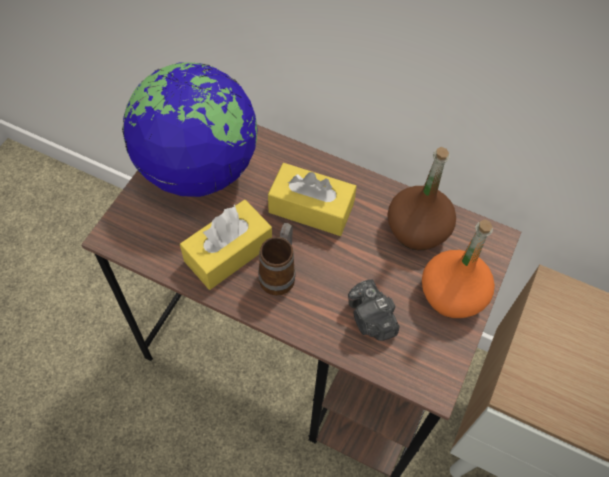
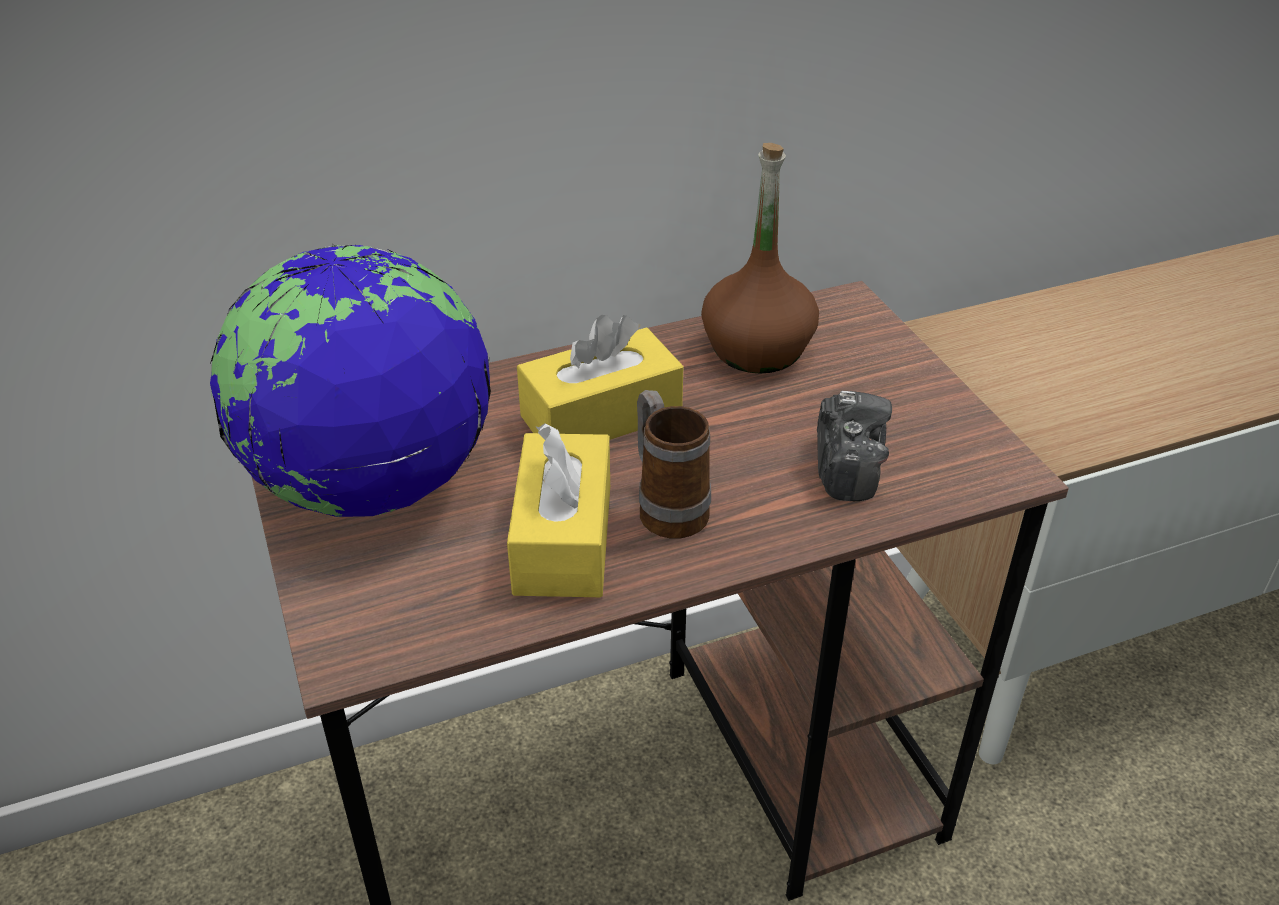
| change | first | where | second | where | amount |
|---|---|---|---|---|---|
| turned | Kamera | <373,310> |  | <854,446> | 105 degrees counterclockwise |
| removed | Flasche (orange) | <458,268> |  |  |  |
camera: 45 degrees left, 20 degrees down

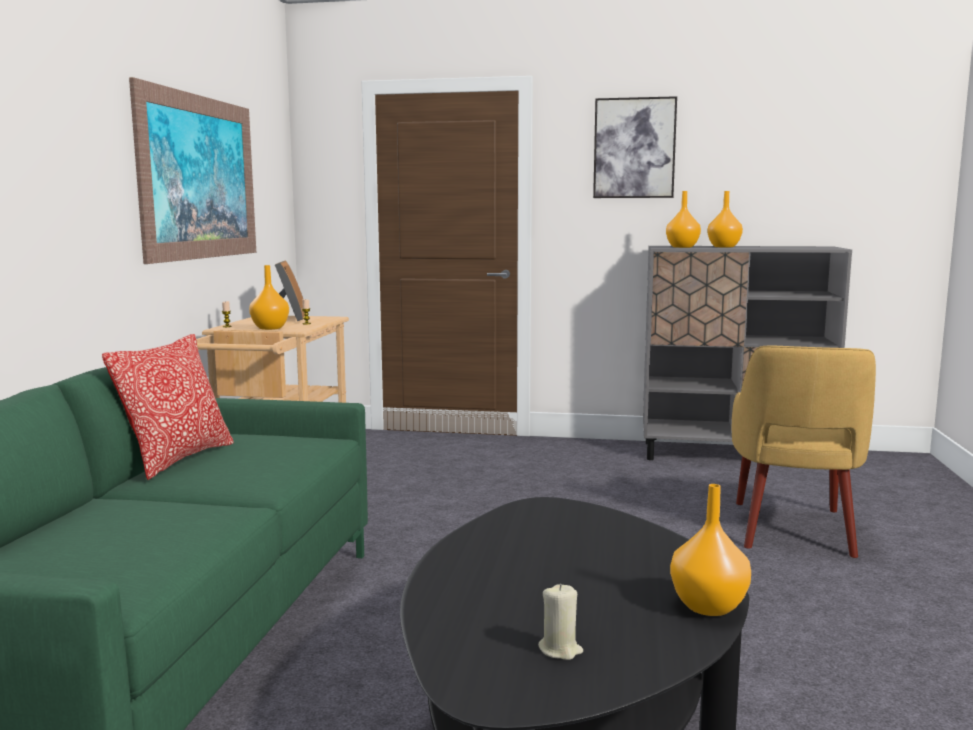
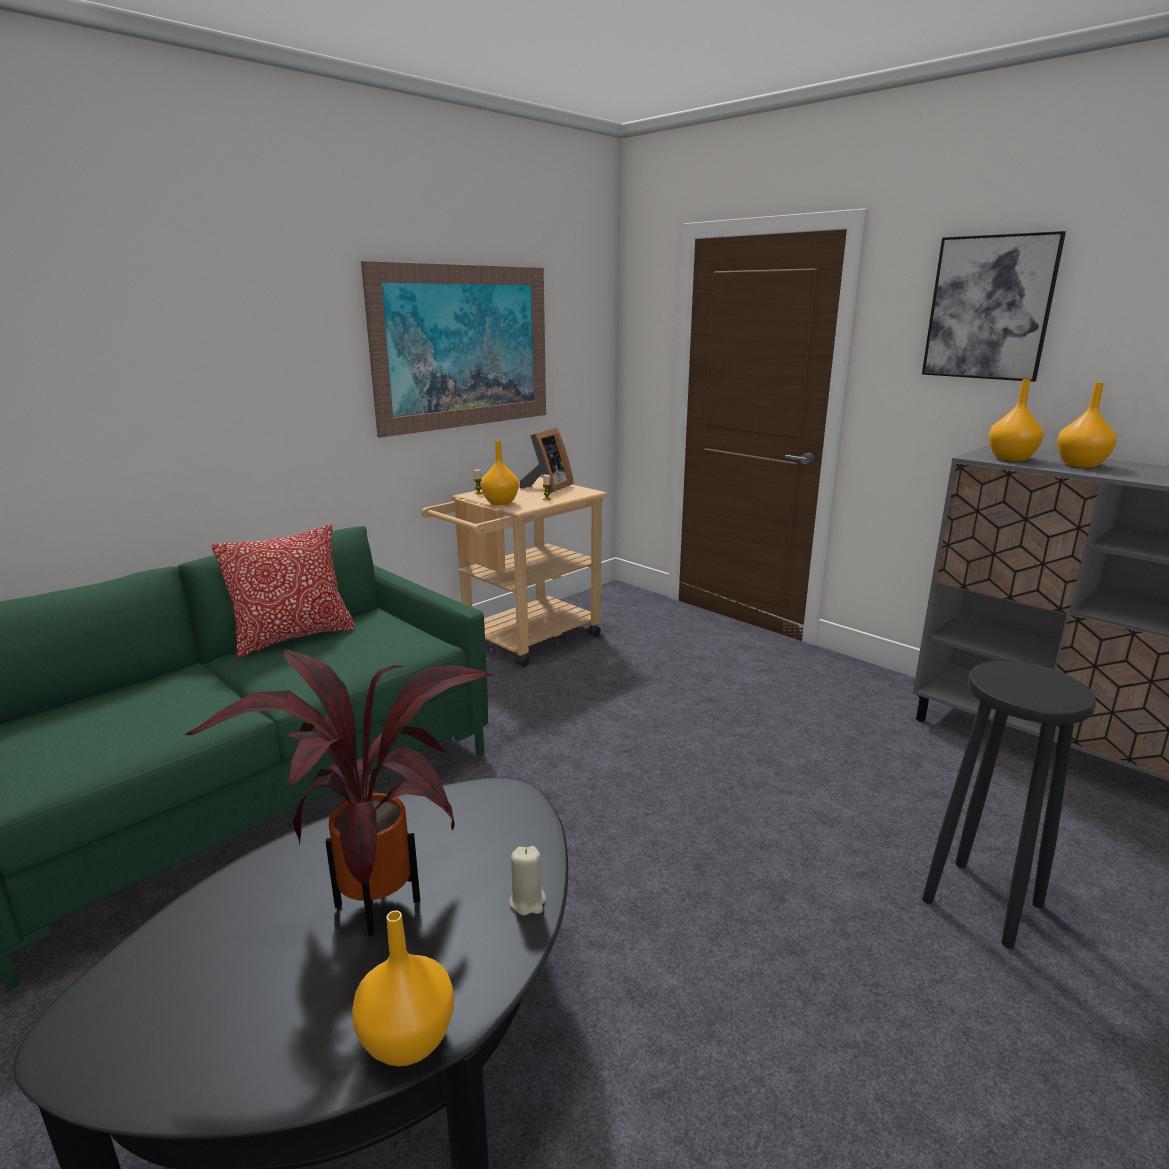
| change | first | where | second | where | amount |
|---|---|---|---|---|---|
| added |  |  | Topfpflanze | <339,792> |  |
| moved | Kerze (beige) | <560,622> |  | <527,881> |  |
| replaced | Sessel (gelb) | <804,452> | Hocker (schwarz) | <1009,805> |  |
camera: 35 degrees right, 10 degrees up

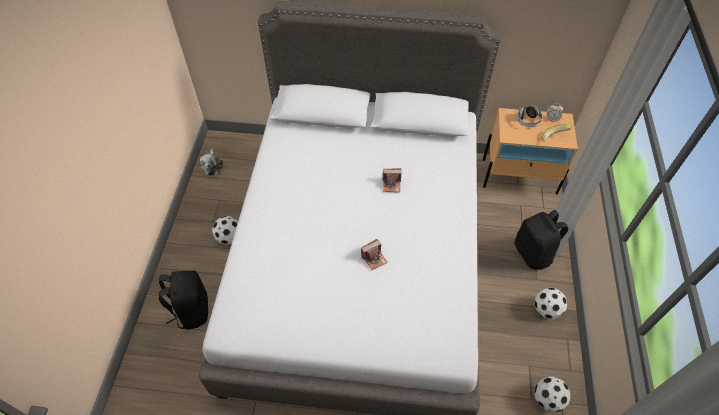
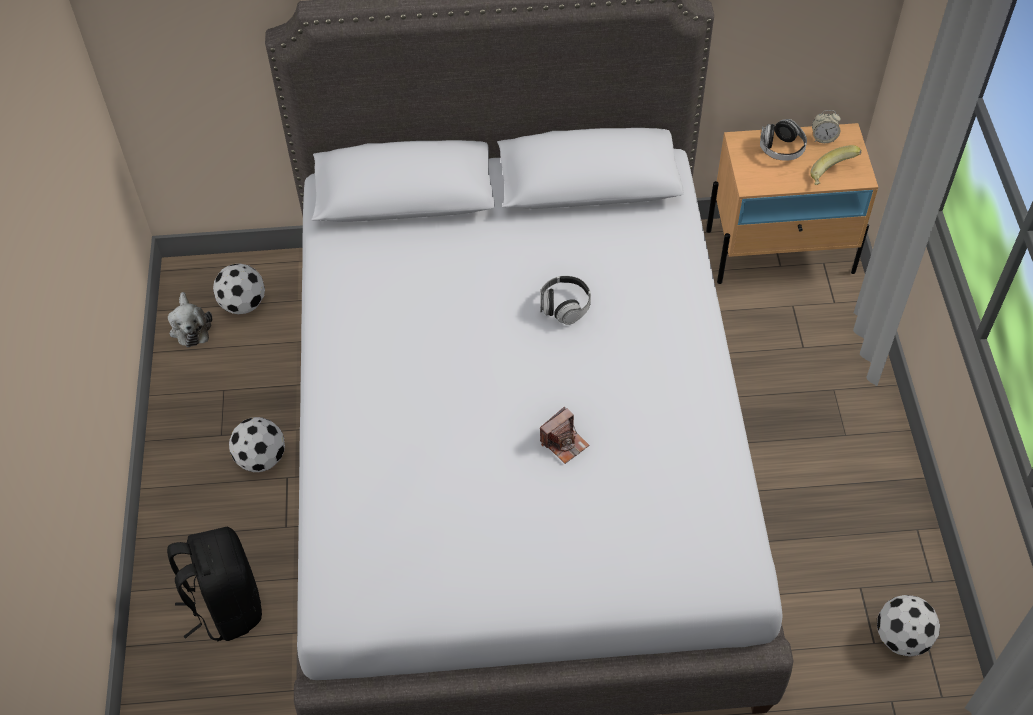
| change | first | where | second | where | amount |
|---|---|---|---|---|---|
| moved | Fußball | <550,303> |  | <239,288> |  |
| replaced | Kamera | <391,180> | Kopfhörer | <565,300> |  |
| removed | Rucksack (schwarz) | <541,240> |  |  |  |
camera: 10 degrees left, 0 degrees up

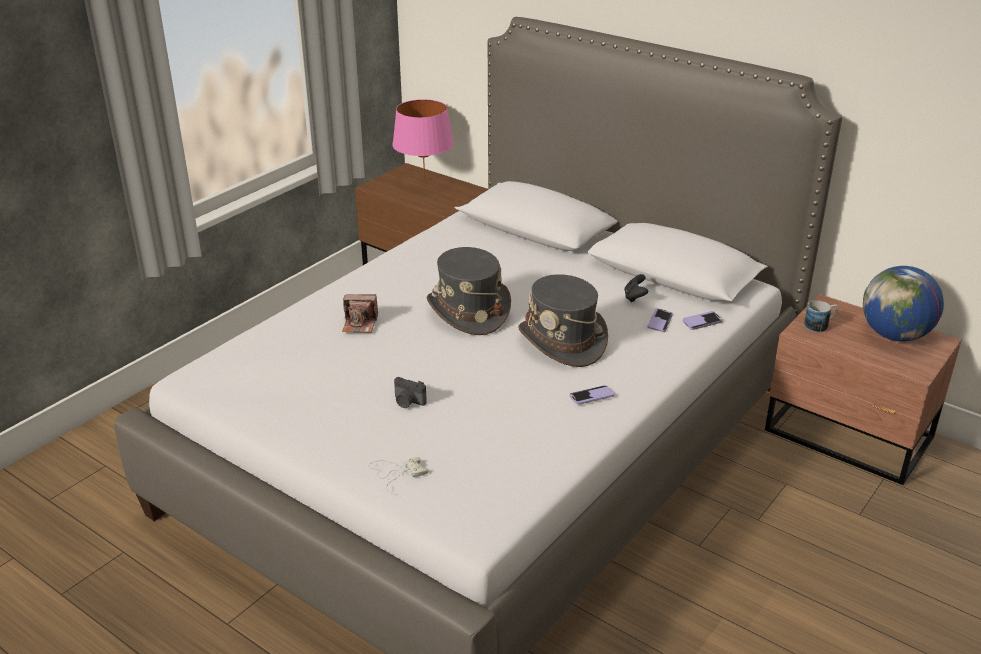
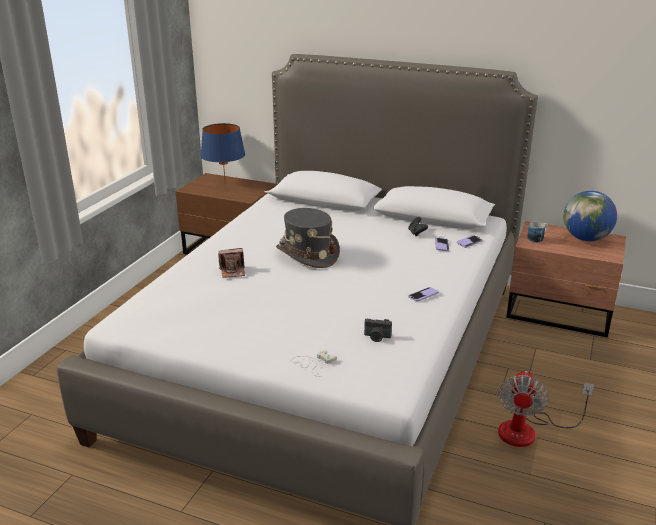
| change | first | where | second | where | amount |
|---|---|---|---|---|---|
| recoloured | Tischlampe (rosa) | <423,140> | Tischlampe (blau) | <223,152> |  |
| moved | Kamera | <410,392> |  | <378,330> |  |
| added |  |  | Ventilator | <546,409> |  |
| removed | Hut (grau) | <563,320> |  |  |  |
camera: 15 degrees left, 5 degrees down

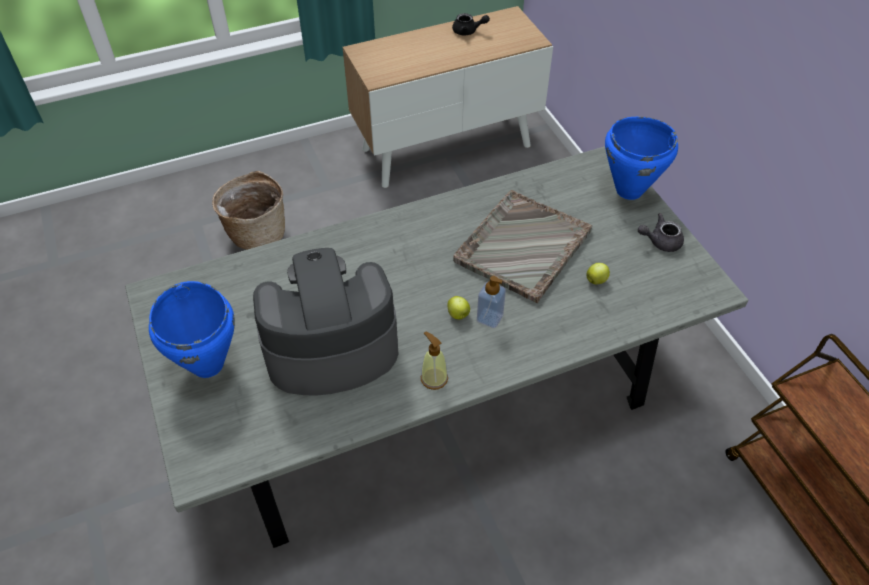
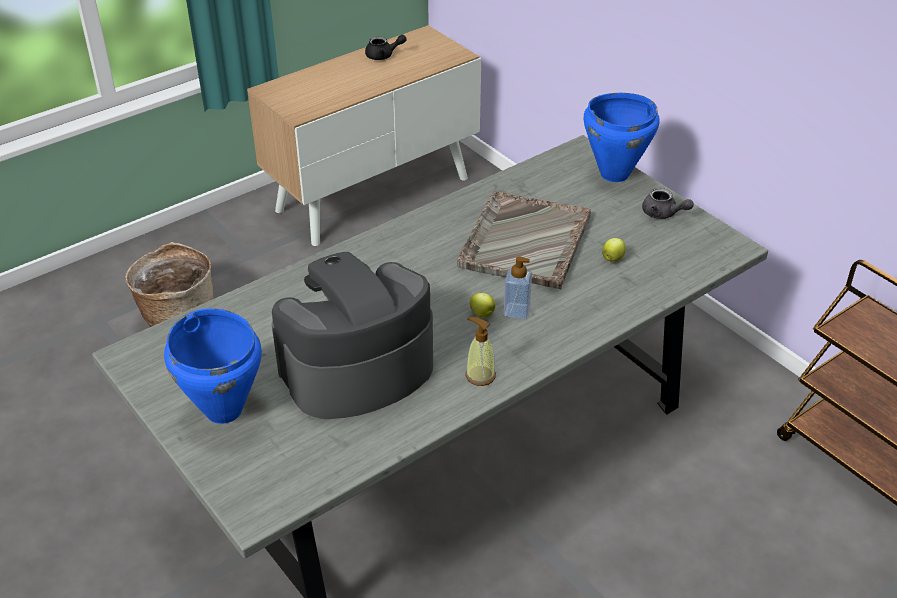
| change | first | where | second | where | amount |
|---|---|---|---|---|---|
| turned | Teekanne (grau) | <661,232> |  | <668,203> | 120 degrees counterclockwise |
camera: 15 degrees left, 10 degrees down

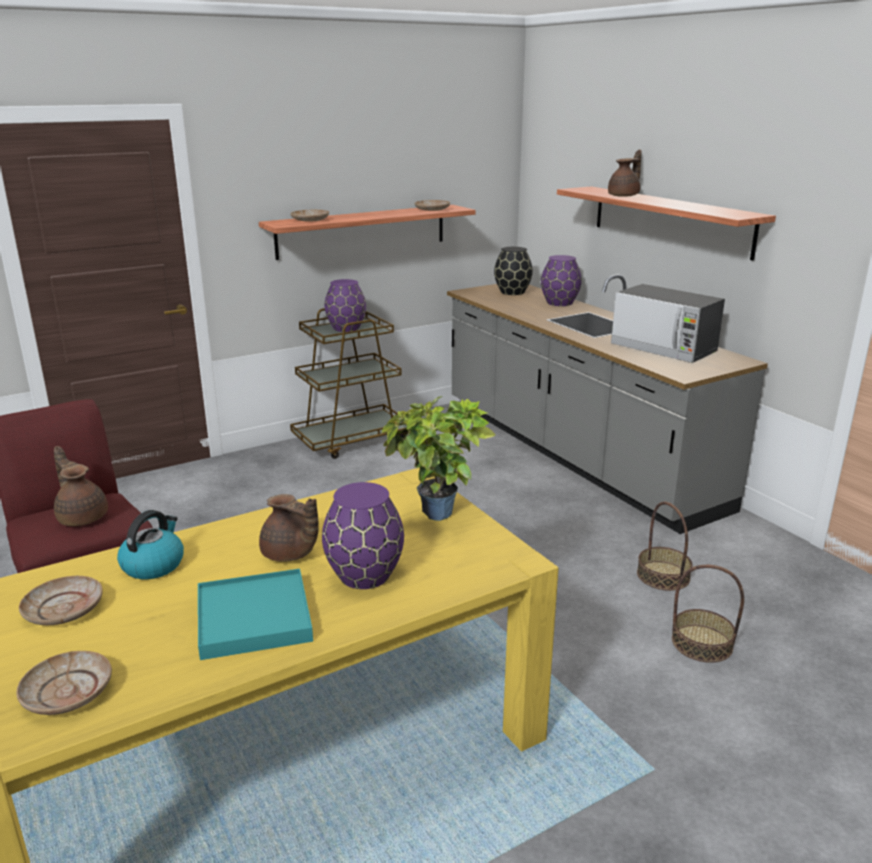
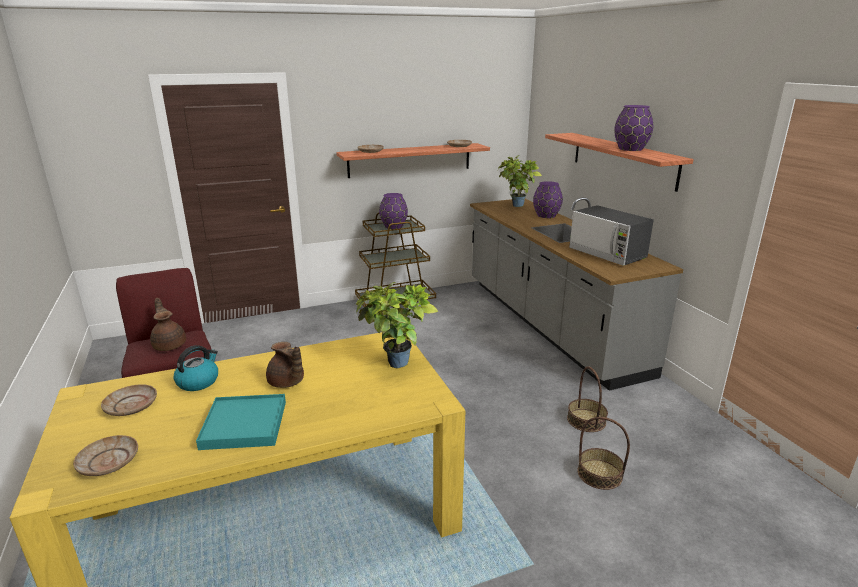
| change | first | where | second | where | amount |
|---|---|---|---|---|---|
| replaced | Vase (schwarz) | <513,271> | Topfpflanze | <520,181> |  |
| moved | Vase (lila) | <363,535> |  | <633,128> |  |
| removed | Teekanne (braun) | <625,173> |  |  |  |
camera: 10 degrees right, 0 degrees up

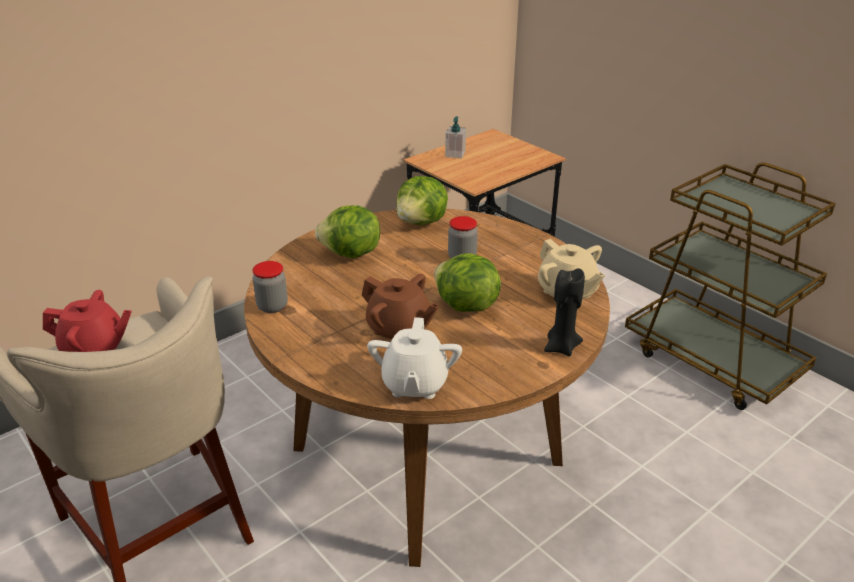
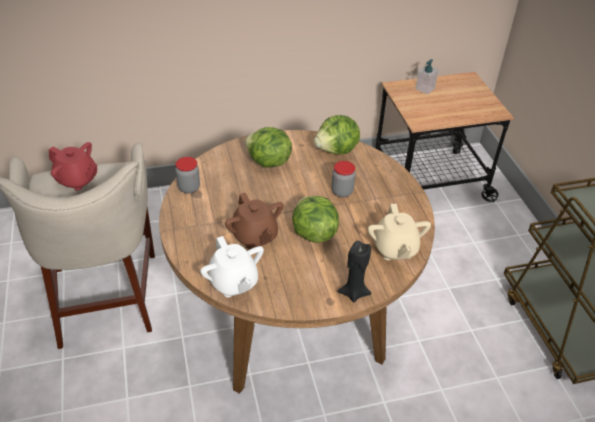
| change | first | where | second | where | amount |
|---|---|---|---|---|---|
| turned | Teekanne (weiß) | <414,358> |  | <232,266> | 60 degrees counterclockwise |
camera: 25 degrees right, 10 degrees up

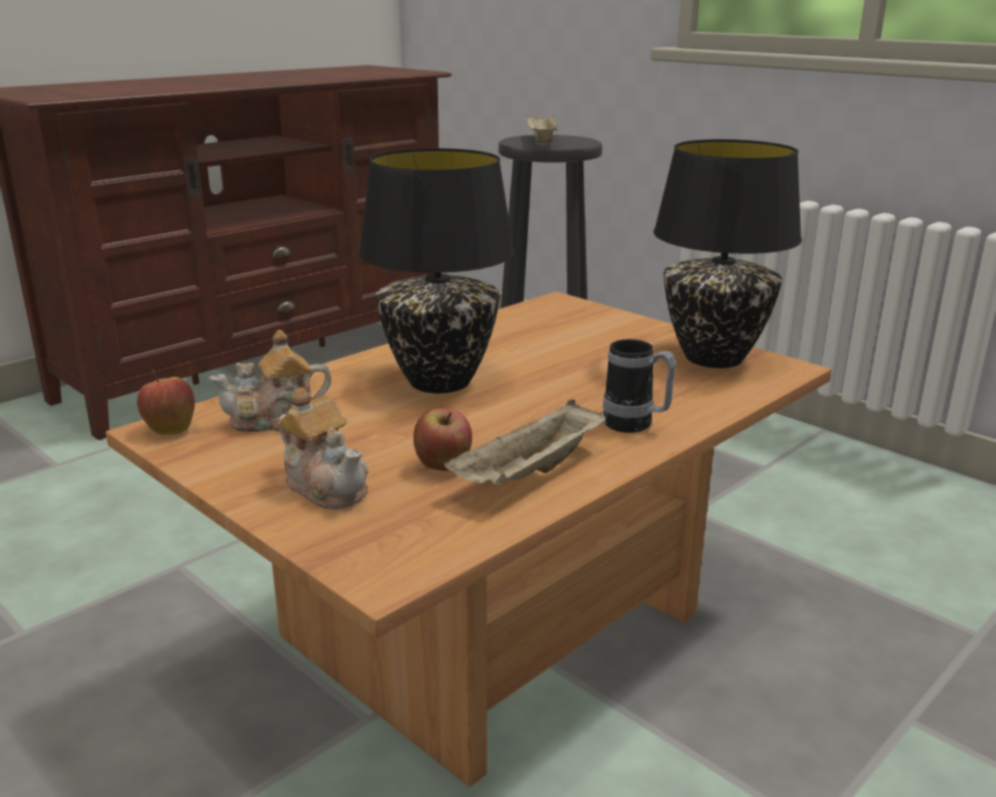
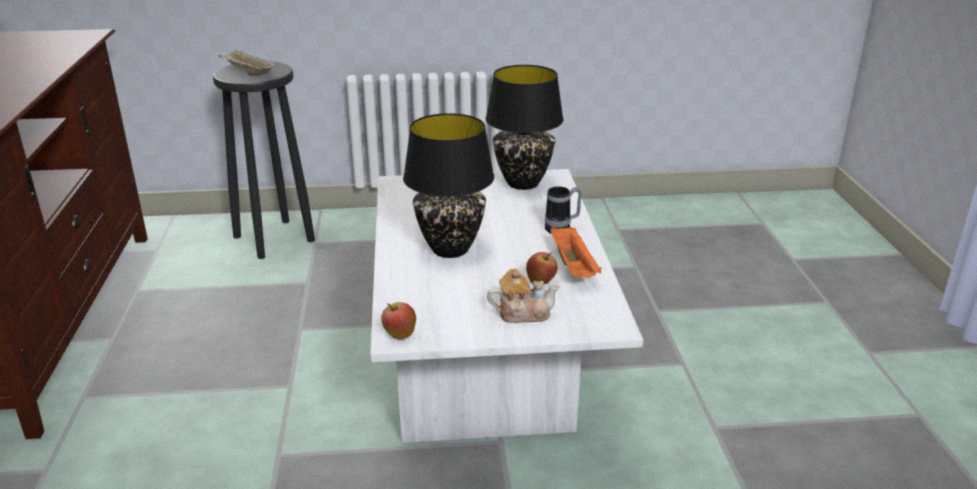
| change | first | where | second | where | amount |
|---|---|---|---|---|---|
| recoloured | Couchtisch (braun) | <469,539> | Couchtisch (weiß) | <506,306> |  |
| recoloured | Tablett (beige) | <525,442> | Tablett (orange) | <575,252> |  |
| removed | Teekanne | <270,381> |  |  |  |
camera: 50 degrees left, 5 degrees up

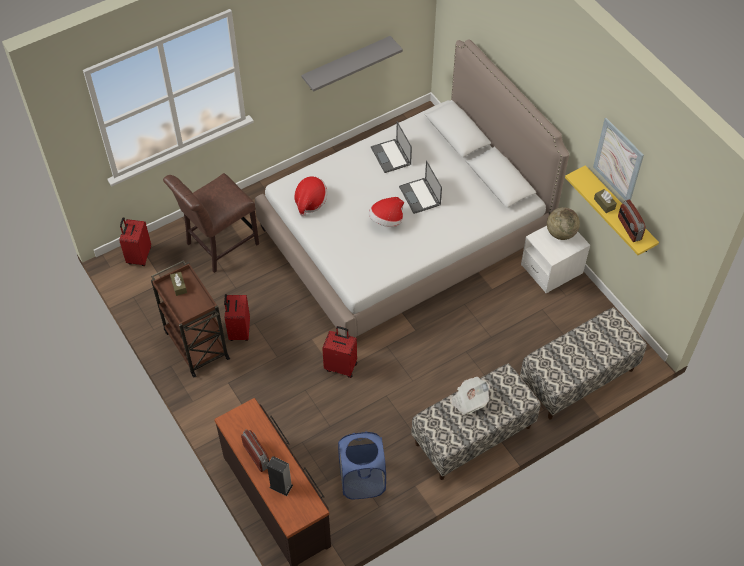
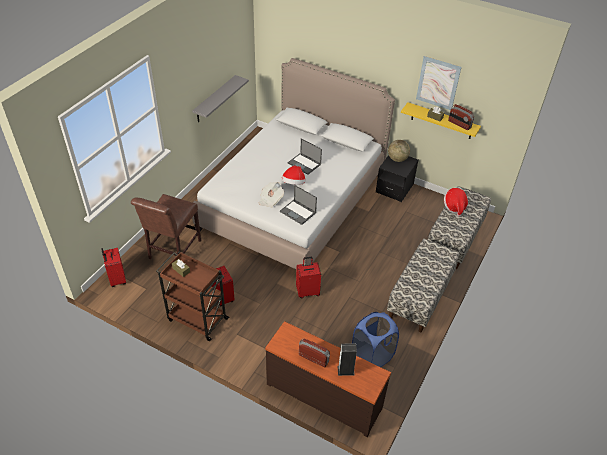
| change | first | where | second | where | amount |
|---|---|---|---|---|---|
| moved | Zeitung | <470,396> |  | <271,195> |  |
| moved | Laptop | <391,147> |  | <298,205> |  |
| recoloured | Nachttisch (weiß) | <555,259> | Nachttisch (schwarz) | <397,178> |  |
| moved | Hut | <310,196> |  | <456,202> |  |
camera: 30 degrees left, 10 degrees down

